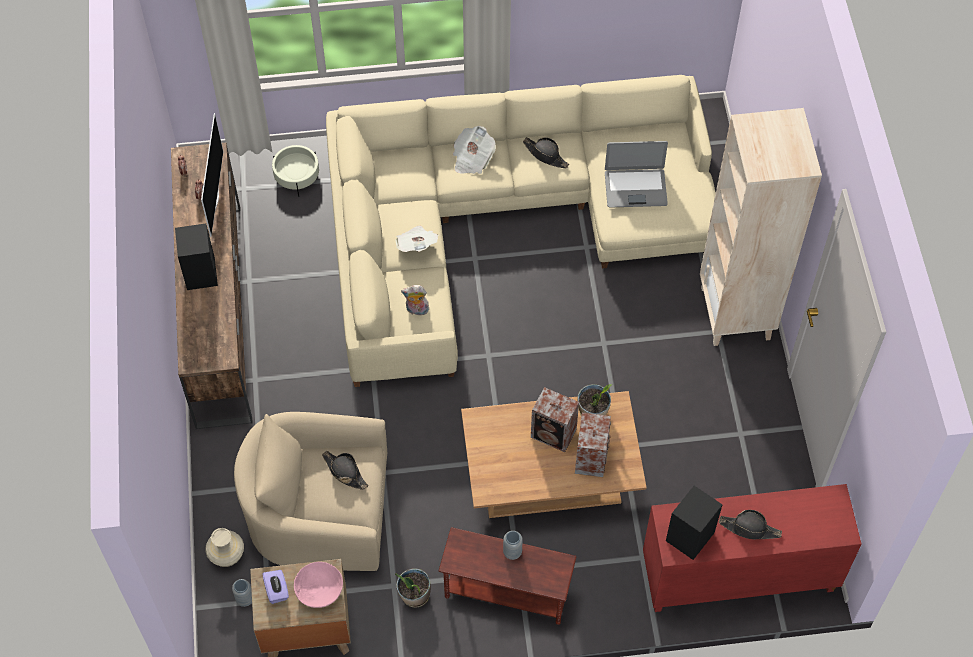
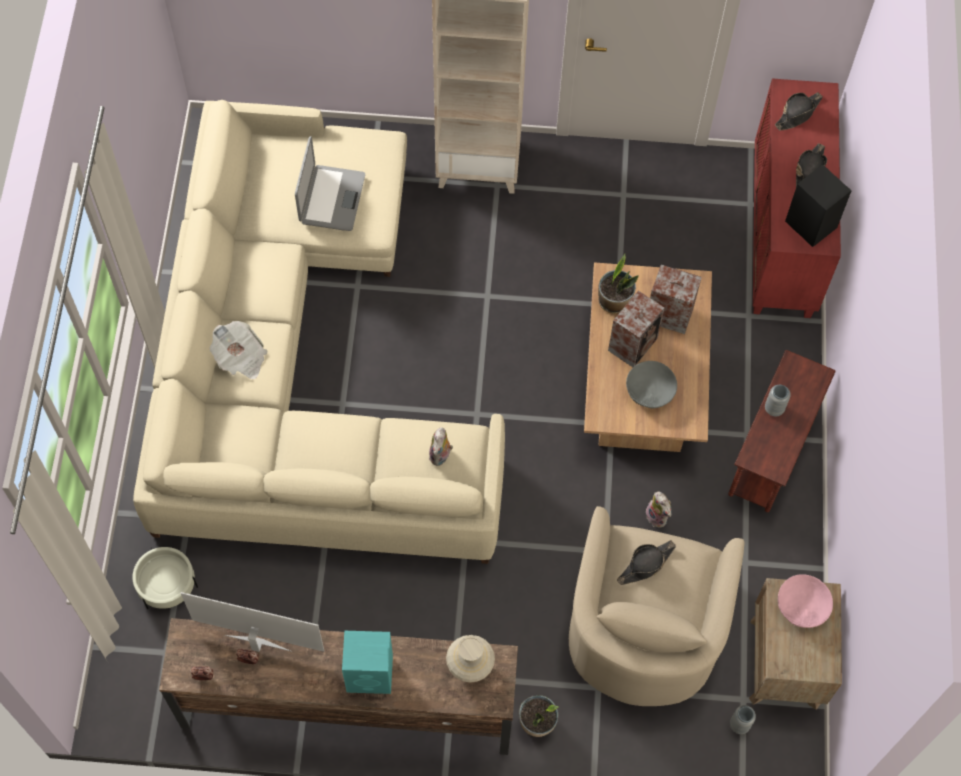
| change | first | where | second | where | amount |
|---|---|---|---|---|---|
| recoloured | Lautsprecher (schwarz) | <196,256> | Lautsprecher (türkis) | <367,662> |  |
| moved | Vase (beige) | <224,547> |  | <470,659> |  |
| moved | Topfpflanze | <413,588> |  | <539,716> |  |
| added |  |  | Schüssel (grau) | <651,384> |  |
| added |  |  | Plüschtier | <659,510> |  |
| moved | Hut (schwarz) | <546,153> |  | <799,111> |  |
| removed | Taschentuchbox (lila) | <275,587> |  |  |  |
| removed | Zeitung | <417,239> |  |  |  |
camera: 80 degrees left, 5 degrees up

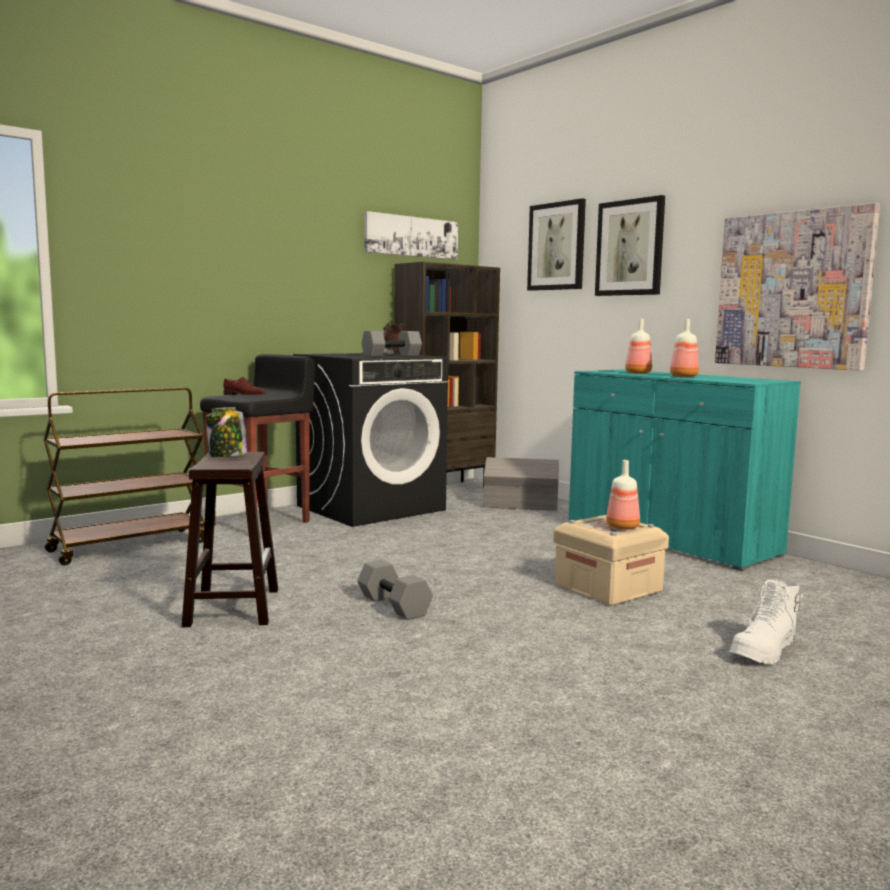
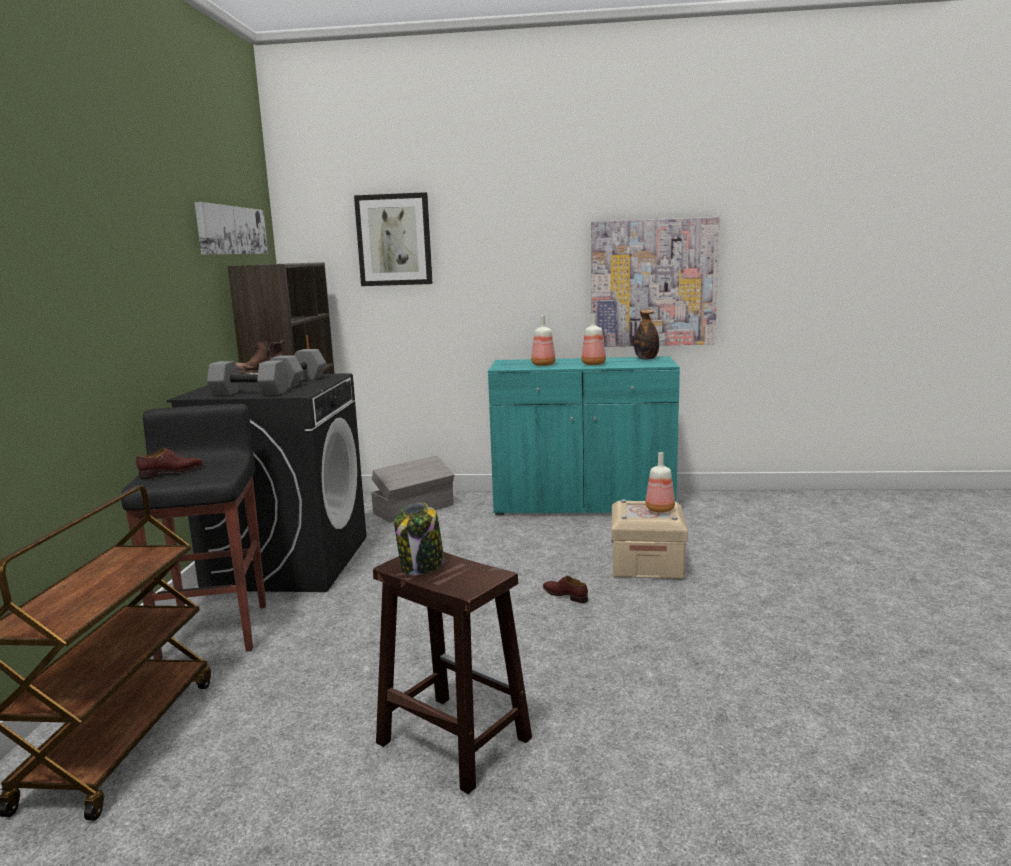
| change | first | where | second | where | amount |
|---|---|---|---|---|---|
| moved | Hantel (grau) | <395,590> |  | <248,377> |  |
| added |  |  | Schuh (braun) | <565,589> |  |
| added |  |  | Flasche | <646,334> |  |
| removed | Bild | <630,245> |  |  |  |
| removed | Stiefel (weiß) | <766,622> |  |  |  |
camera: 45 degrees left, 5 degrees up

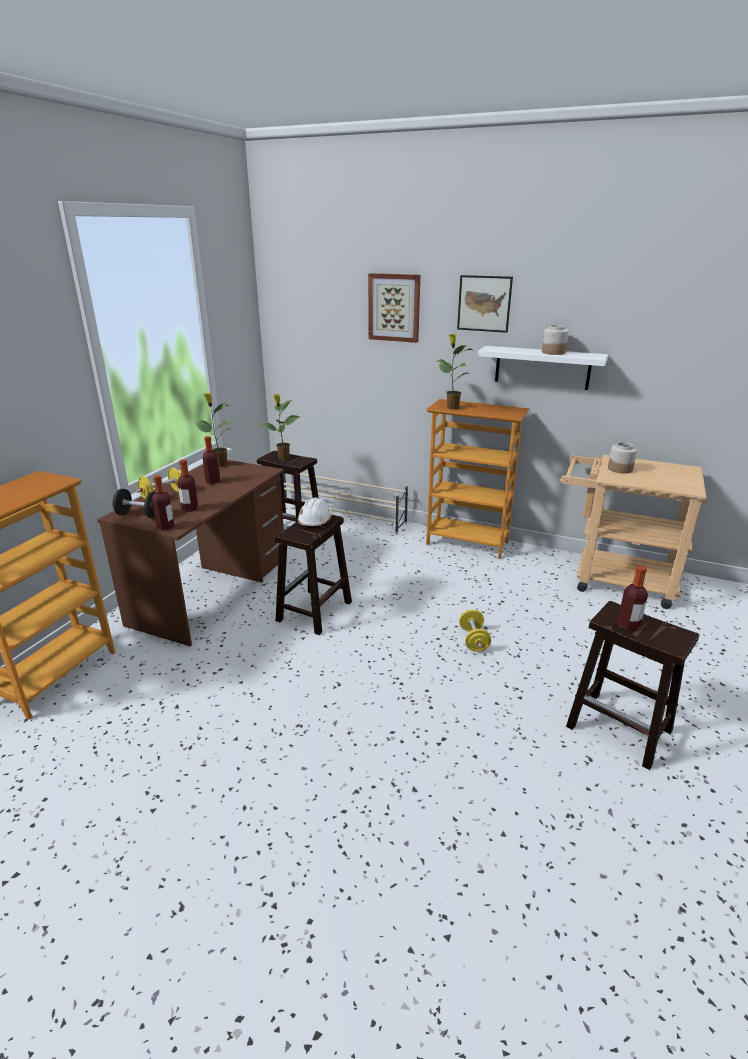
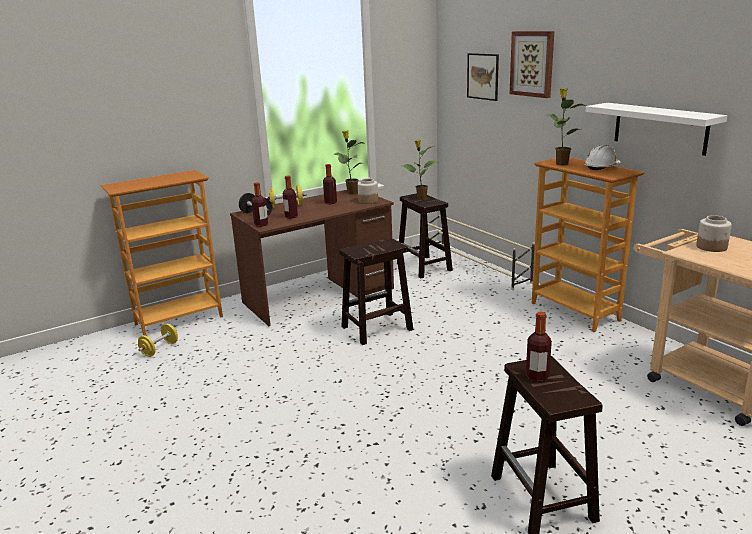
| change | first | where | second | where | amount |
|---|---|---|---|---|---|
| moved | Hantel (gelb) | <475,631> |  | <158,340> |  |
| moved | Vorratsglas | <555,340> |  | <368,191> |  |
| moved | Bild | <485,304> |  | <483,77> |  |
| moved | Schutzhelm (weiß) | <315,512> |  | <602,157> |  |
camera: 35 degrees right, 5 degrees down

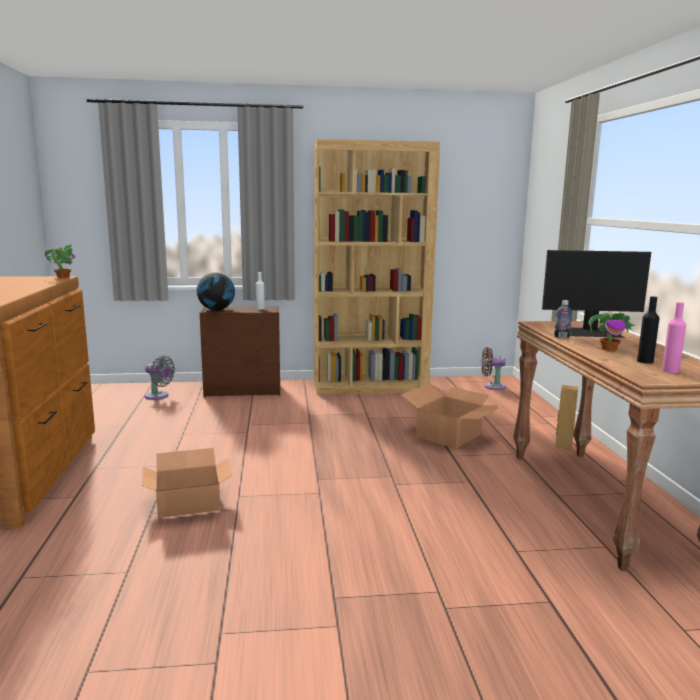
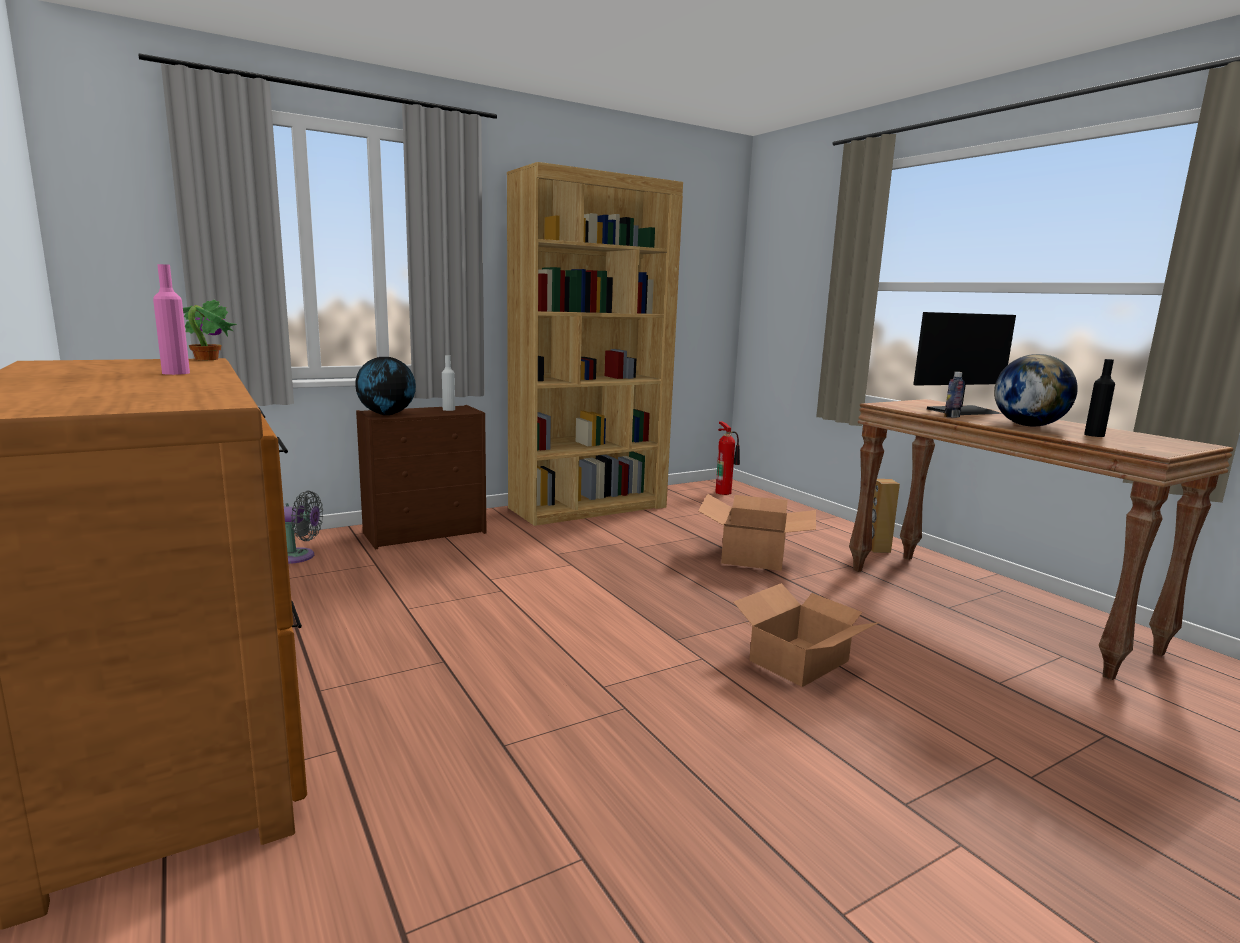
| change | first | where | second | where | amount |
|---|---|---|---|---|---|
| moved | Flasche (rosa) | <674,337> |  | <171,319> |  |
| replaced | Ventilator (braun) | <494,368> | Feuerlöscher | <727,458> |  |
| moved | Karton | <187,483> |  | <807,635> |  |
| replaced | Topfpflanze | <612,332> | Globus | <1036,390> |  |
camera: 25 degrees left, 0 degrees up

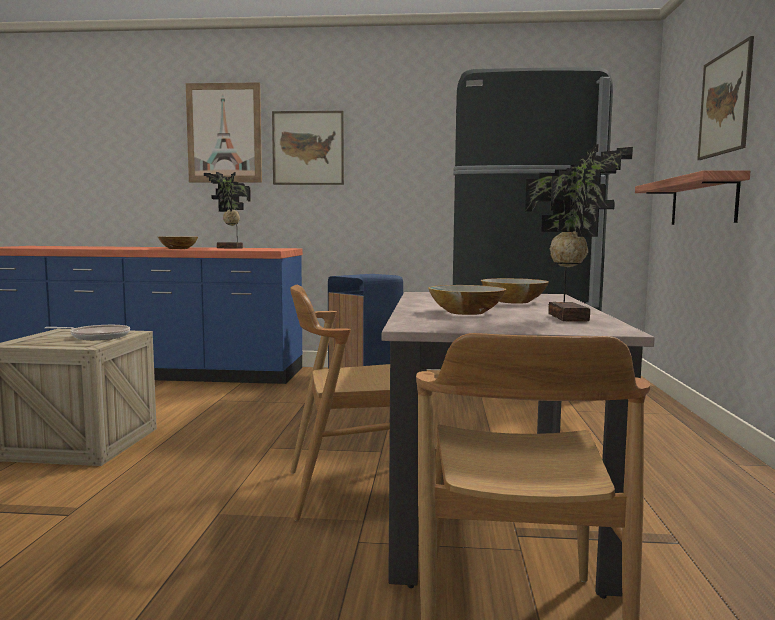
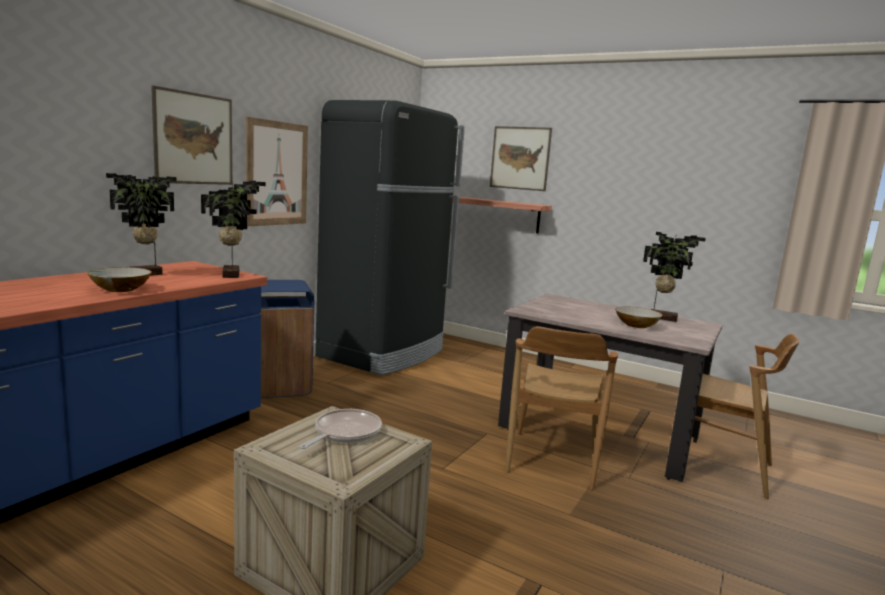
| change | first | where | second | where | amount |
|---|---|---|---|---|---|
| added |  |  | Topfpflanze | <233,229> |  |
| moved | Bild | <224,132> |  | <277,171> |  |
| removed | Schüssel | <515,291> |  |  |  |
camera: 65 degrees left, 5 degrees up

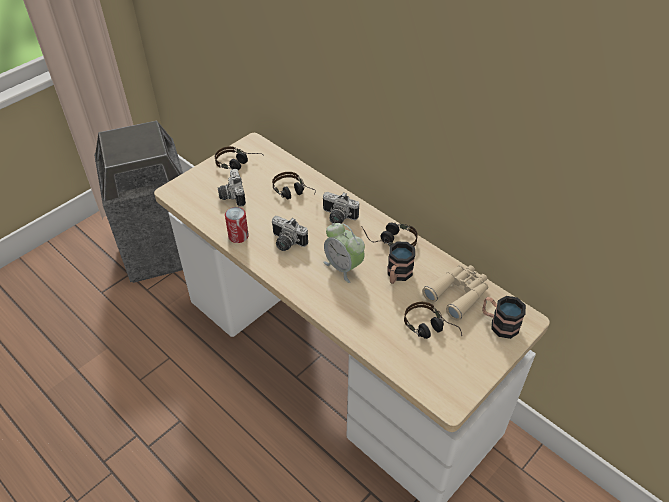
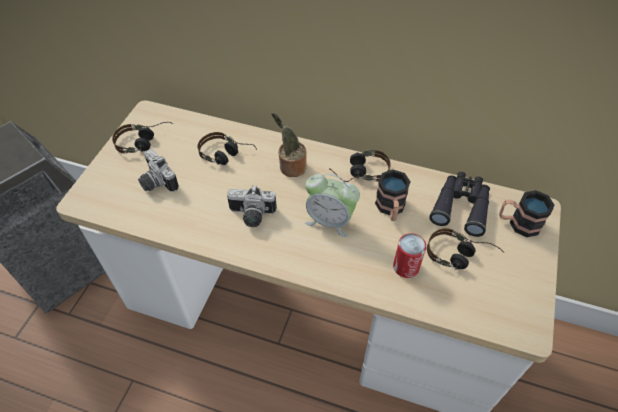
| change | first | where | second | where | amount |
|---|---|---|---|---|---|
| replaced | Kamera | <341,207> | Topfpflanze | <289,145> |  |
| moved | Dose | <237,225> |  | <409,255> |  |
| recoloured | Fernglas (beige) | <455,293> | Fernglas (schwarz) | <459,204> |  |
camera: 25 degrees left, 5 degrees up

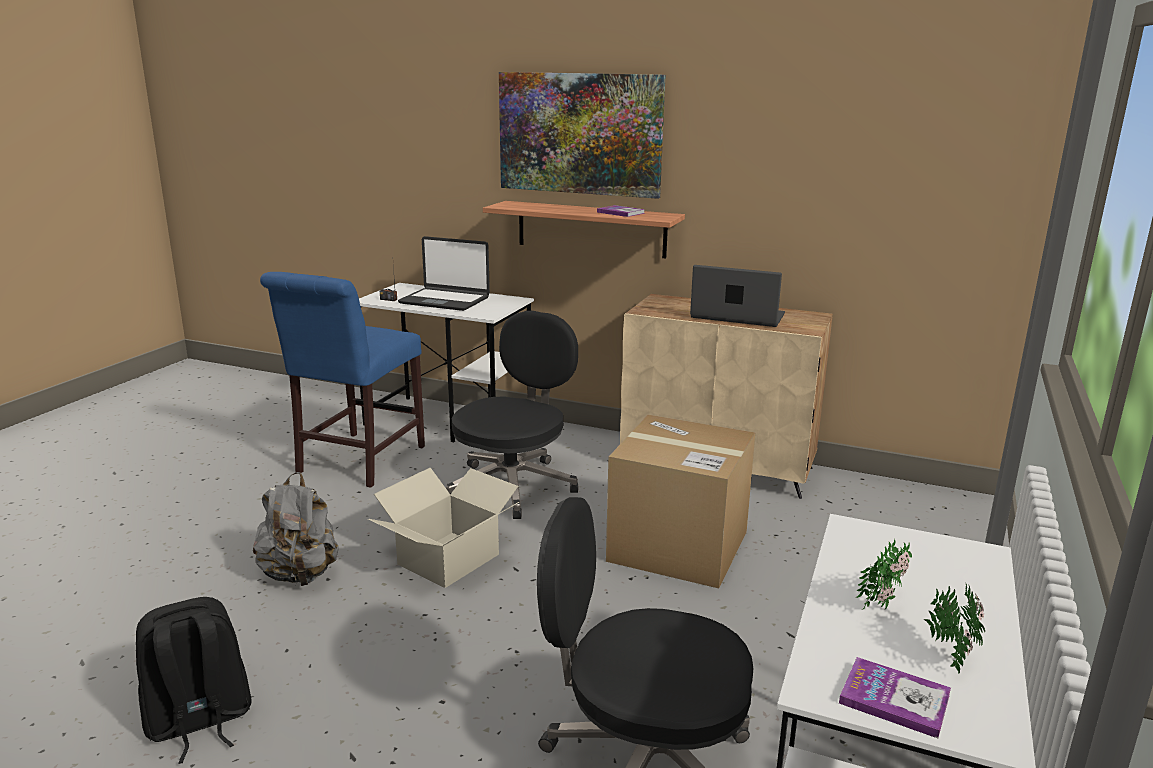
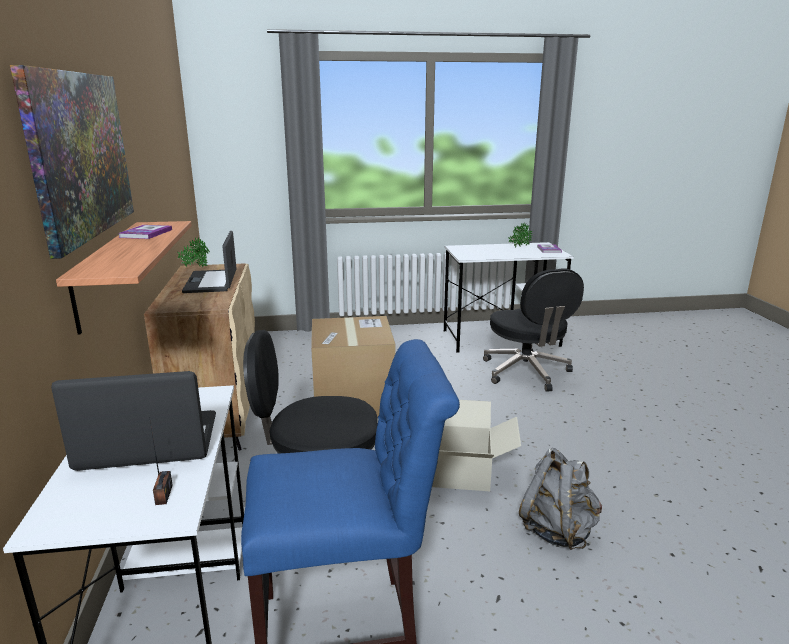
| change | first | where | second | where | amount |
|---|---|---|---|---|---|
| turned | Laptop | <444,273> |  | <133,421> | 90 degrees counterclockwise |
| moved | Topfpflanze | <884,574> |  | <194,252> |  |
| removed | Rucksack (schwarz) | <194,680> |  |  |  |
camera: 120 degrees left, 0 degrees up

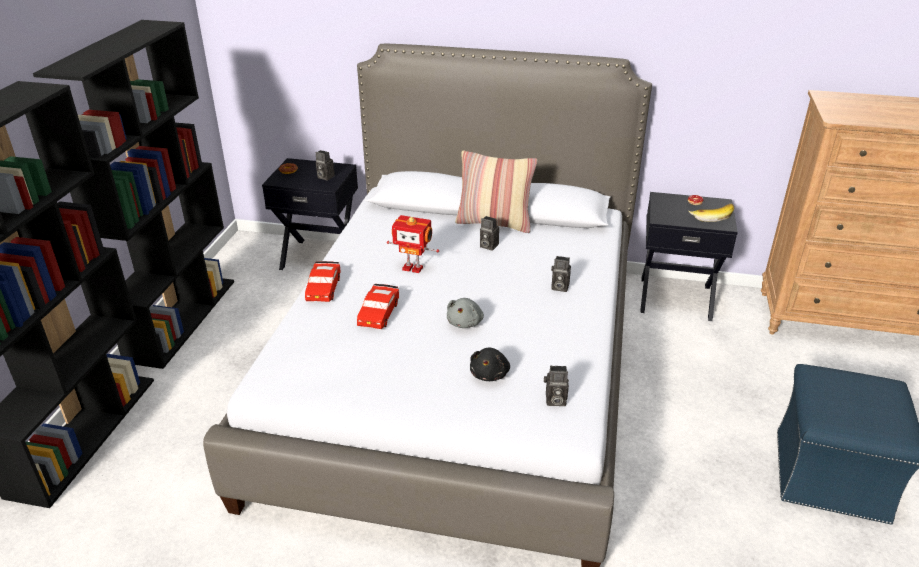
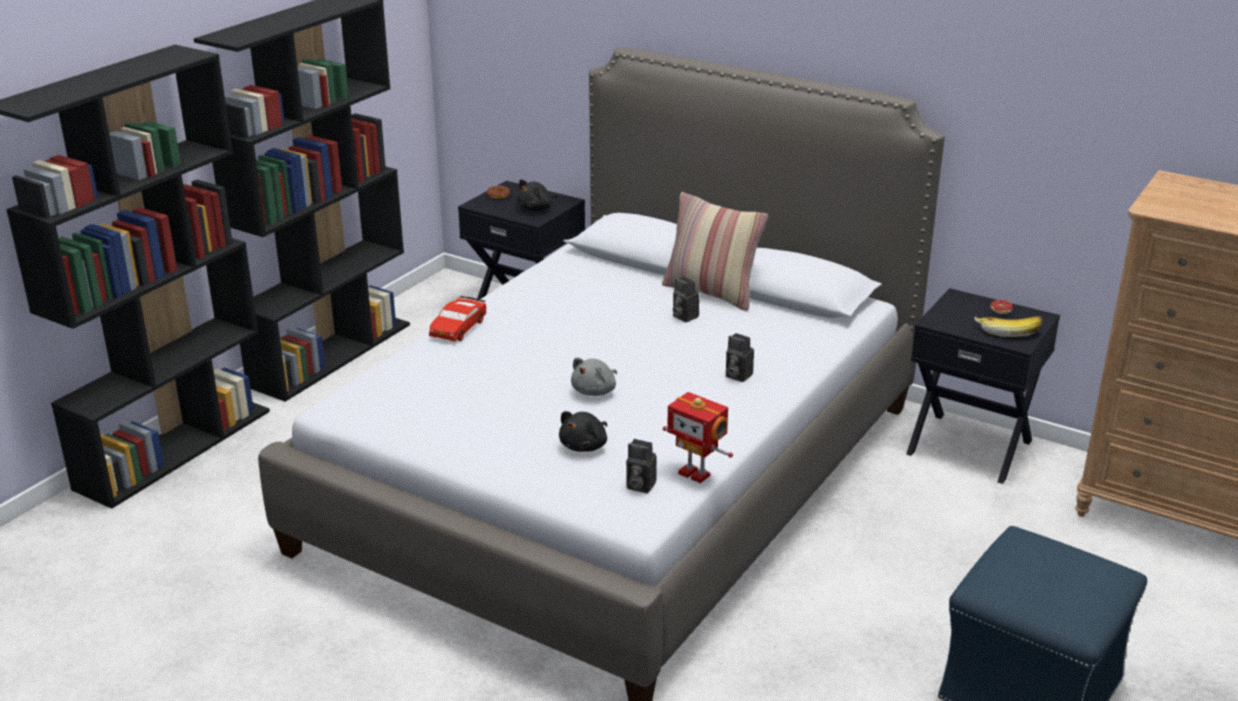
| change | first | where | second | where | amount |
|---|---|---|---|---|---|
| replaced | Kamera | <325,165> | Plüschtier (schwarz) | <537,195> |  |
| moved | Spielzeugroboter | <413,244> |  | <698,437> |  |
| removed | Spielzeugauto (rot) | <378,306> |  |  |  |
camera: 20 degrees right, 5 degrees down

